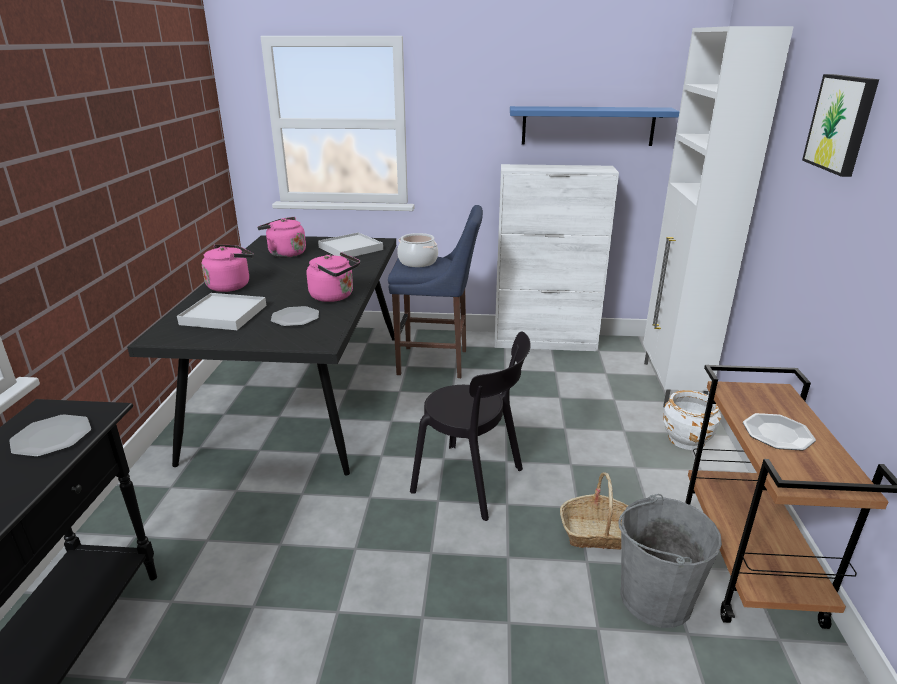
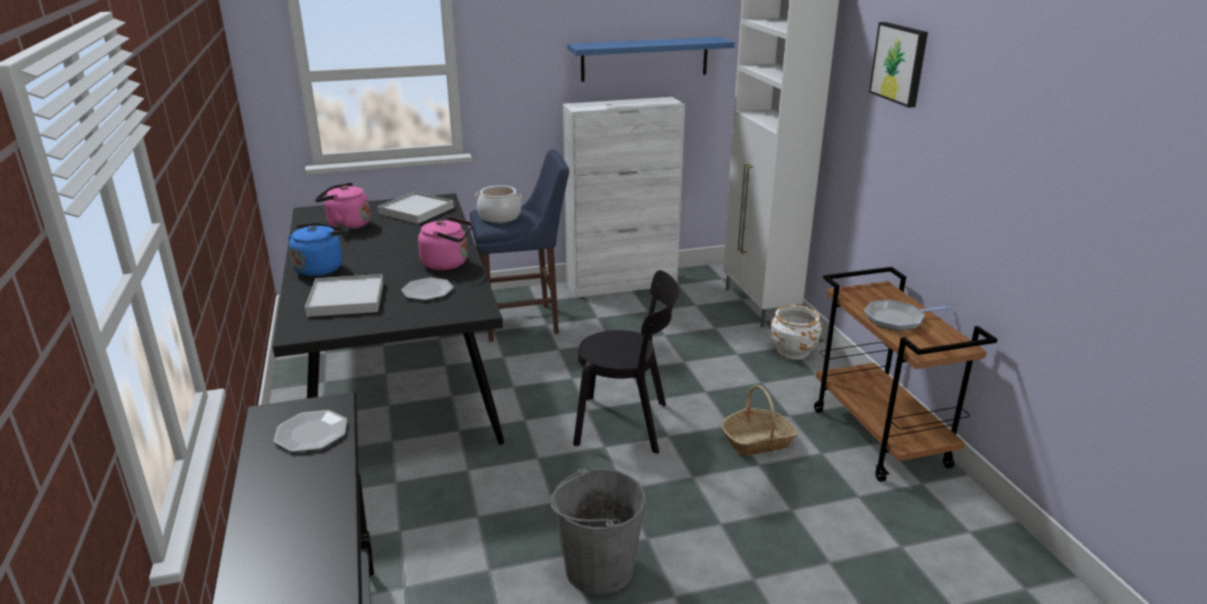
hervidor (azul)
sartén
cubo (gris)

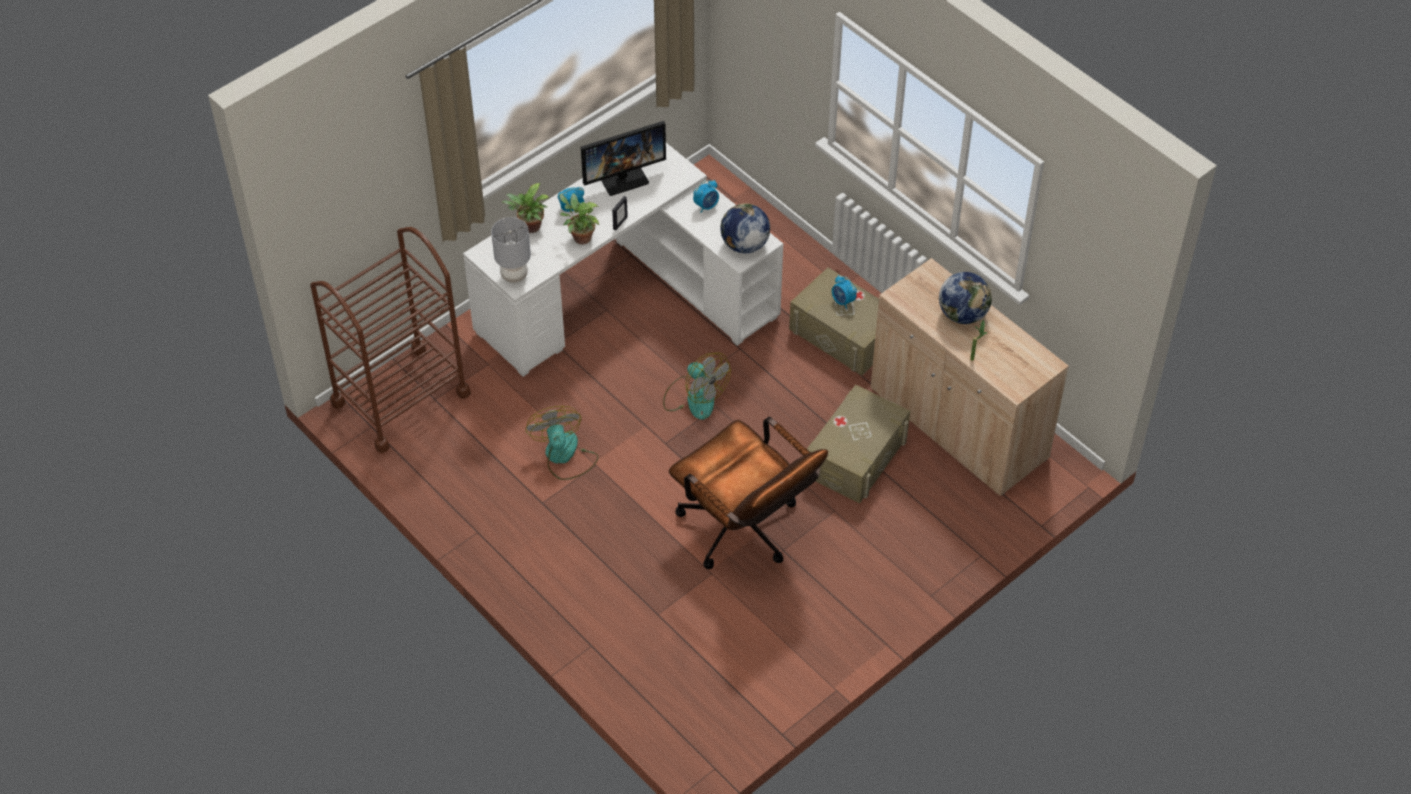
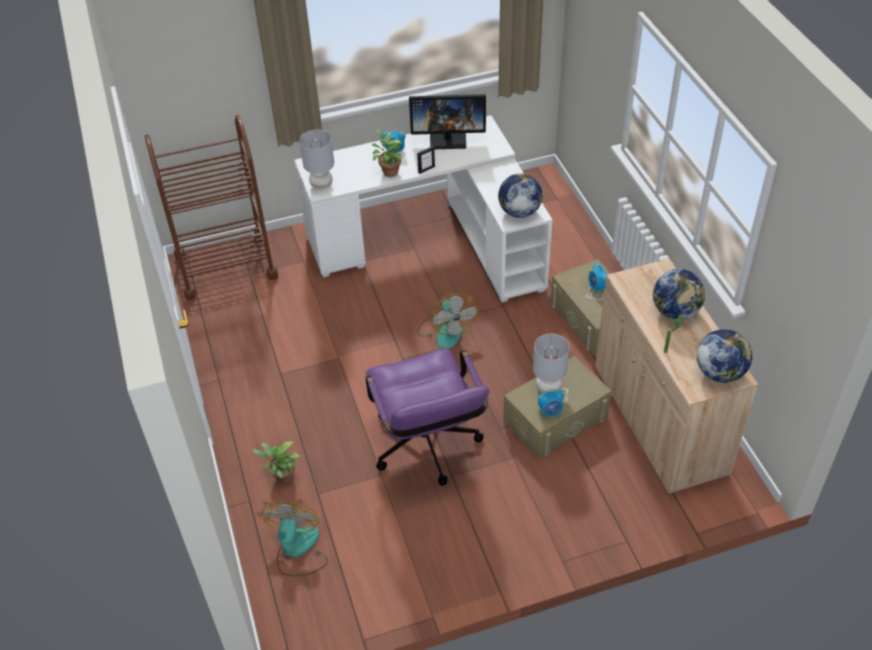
despertador (2nd from left)
planta en maceta (1st from left)
ventilador (1st from left)
silla de oficina (morado)
globo terráqueo (3rd from left)
lámpara de mesa (gris) (2nd from left)

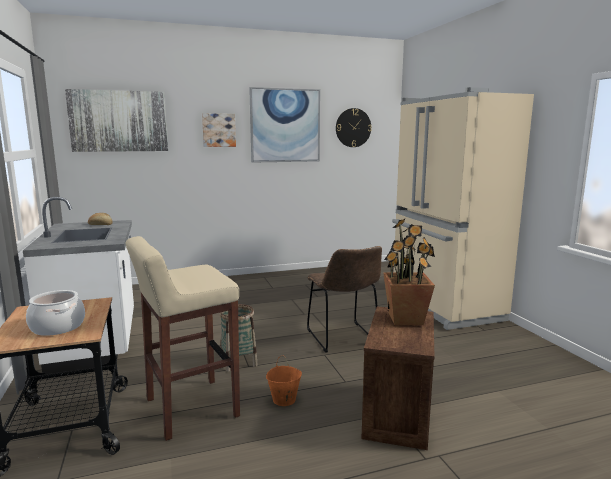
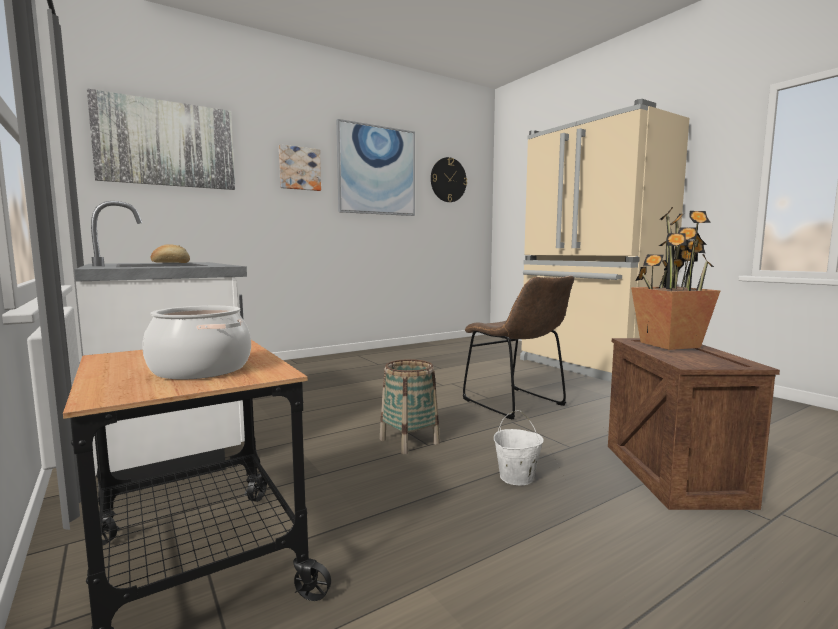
taburete (beis)
cubo (blanco)

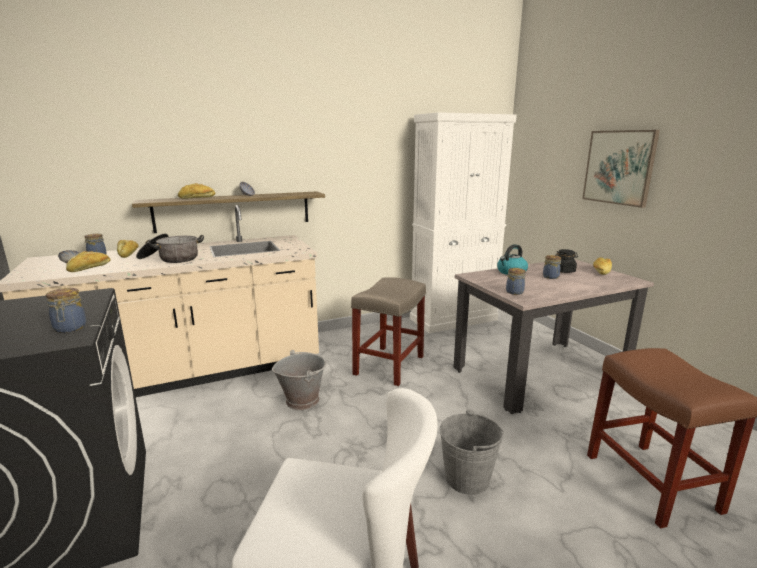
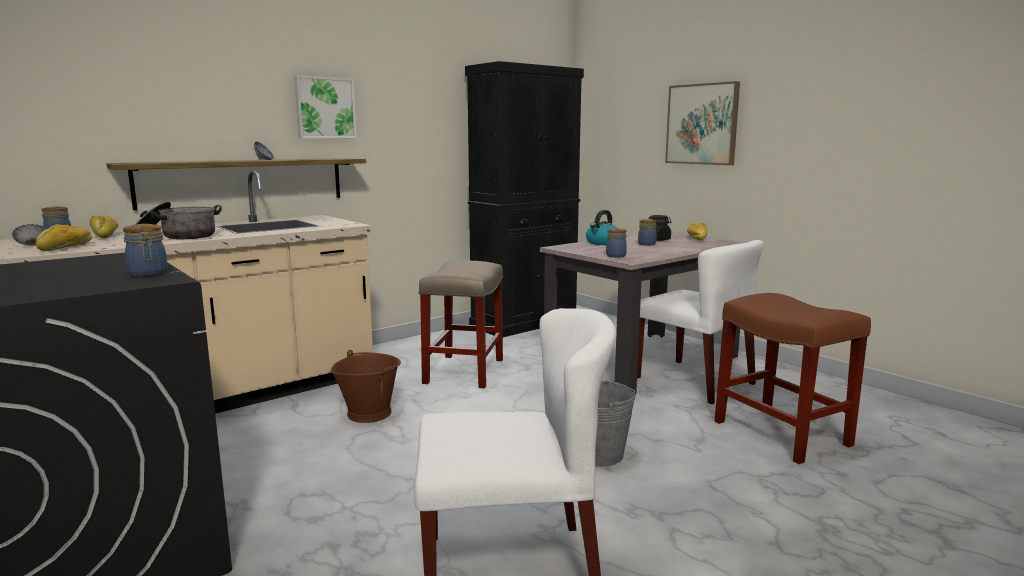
armario (negro)
pan (3rd from left in the first image)
cubo (marrón)
cuadro (1st from left)
silla (blanco) (2nd from left)

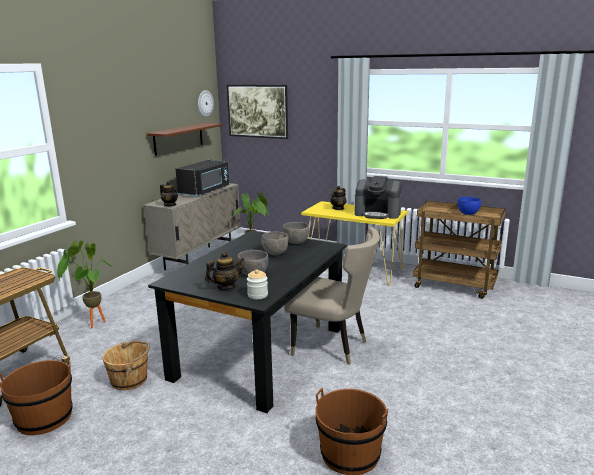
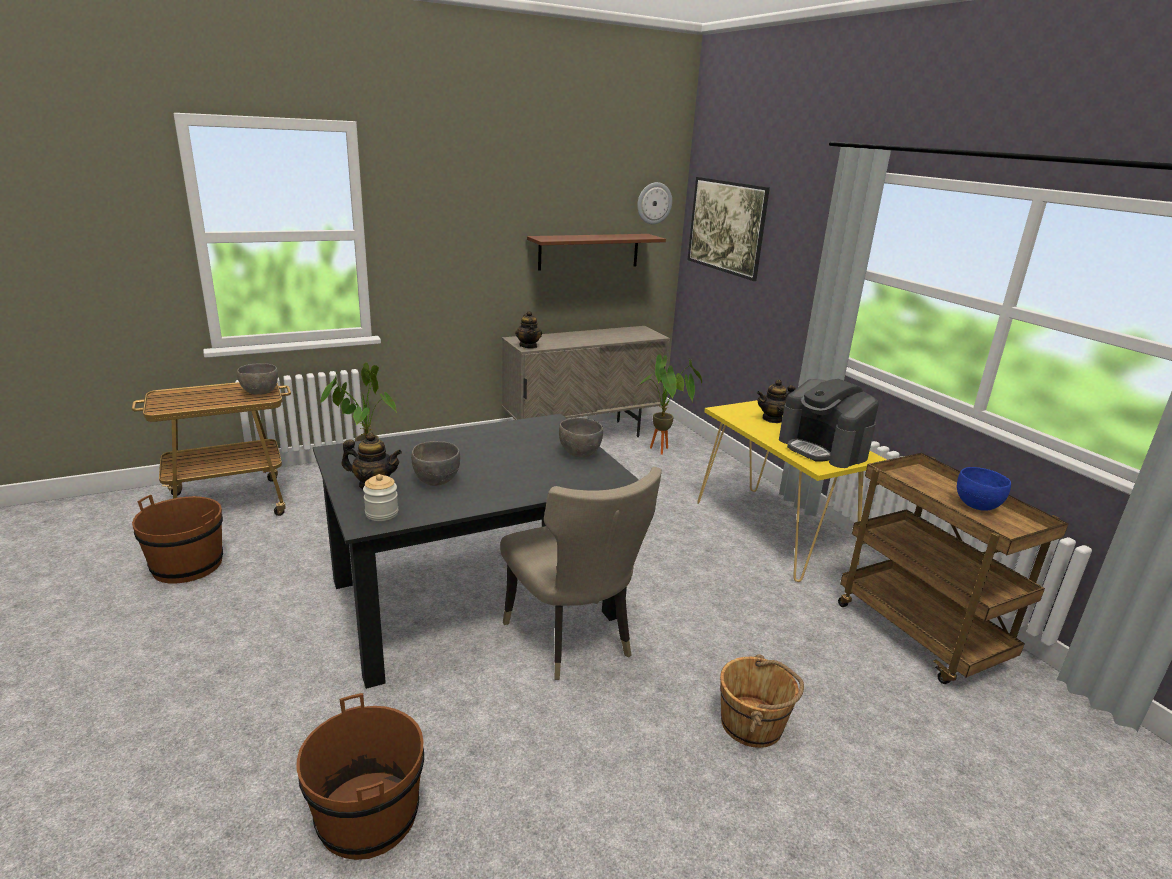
microondas (negro)
cuenco (gris) (1st from left)
cubo (marrón) (3rd from left)

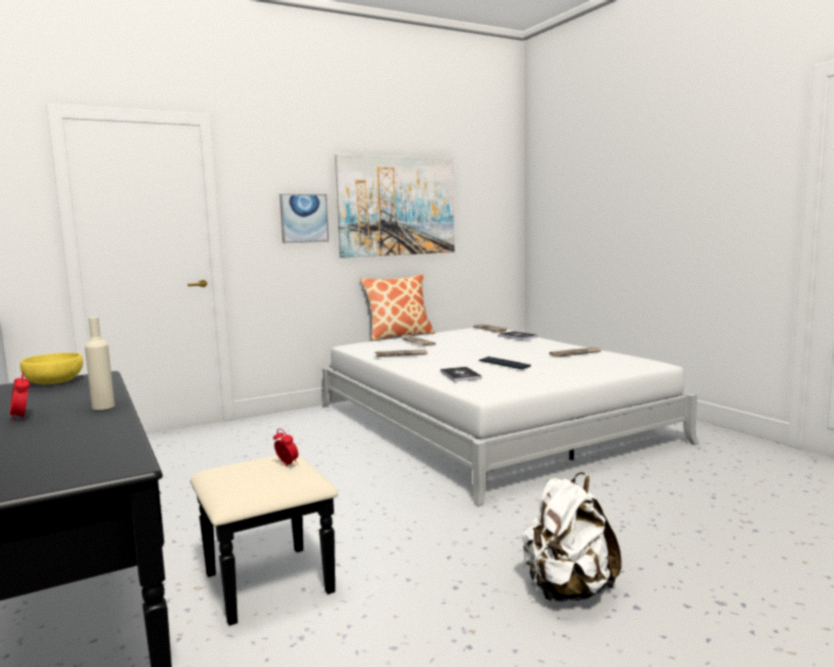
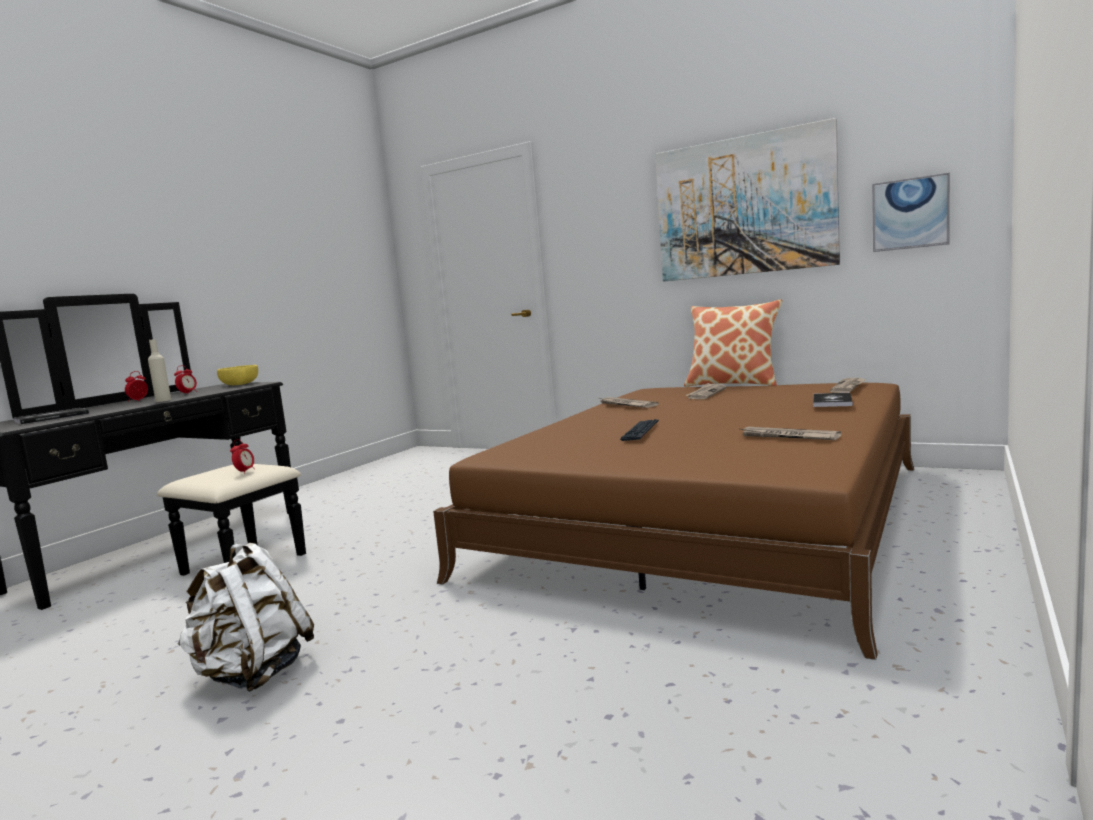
cuadro (2nd from left)
cama (marrón)
libro (1st from left)
despertador (2nd from left)

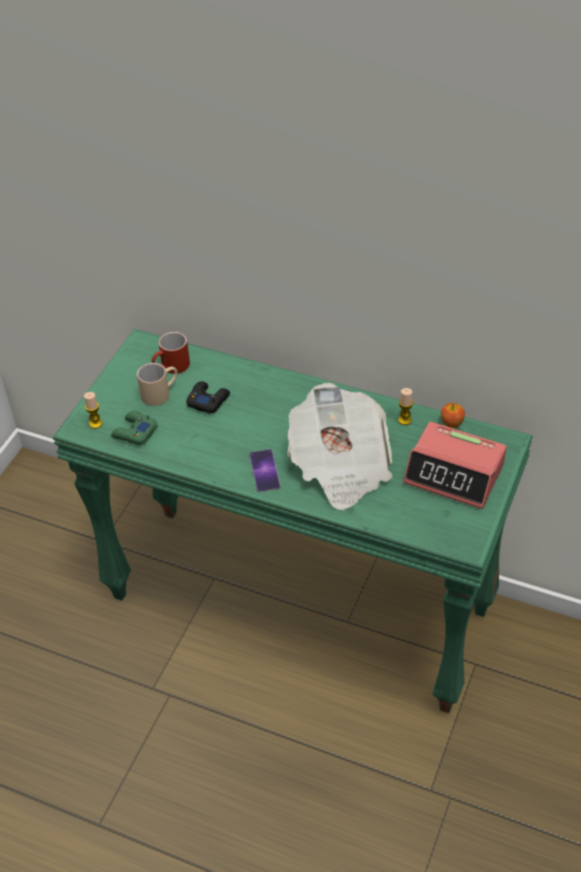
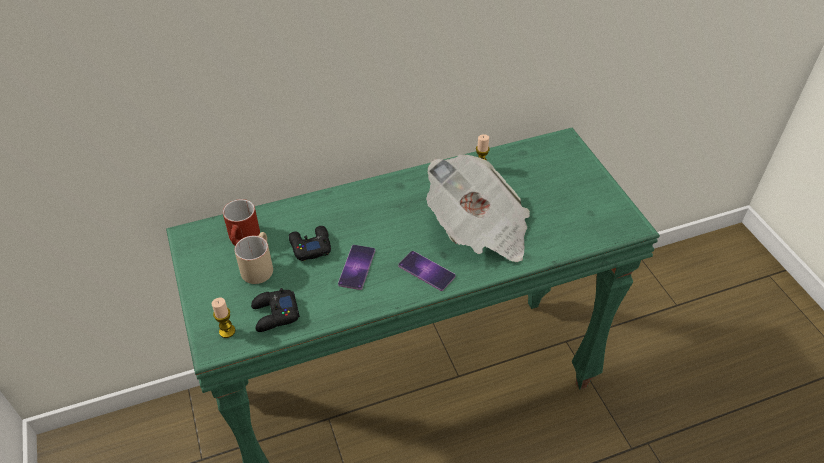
manzana
mando de consola (negro) (1st from left)
despertador
móvil (1st from left)

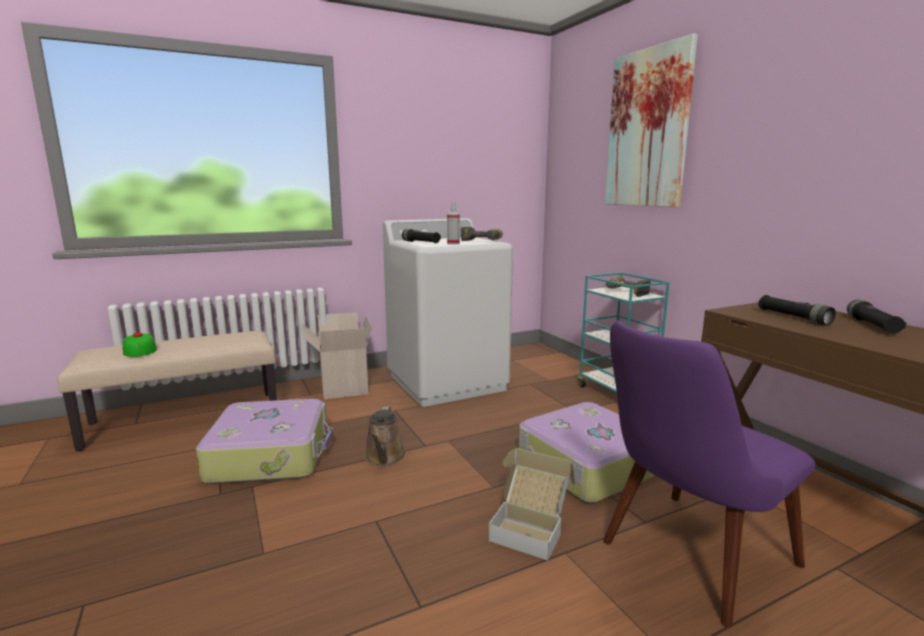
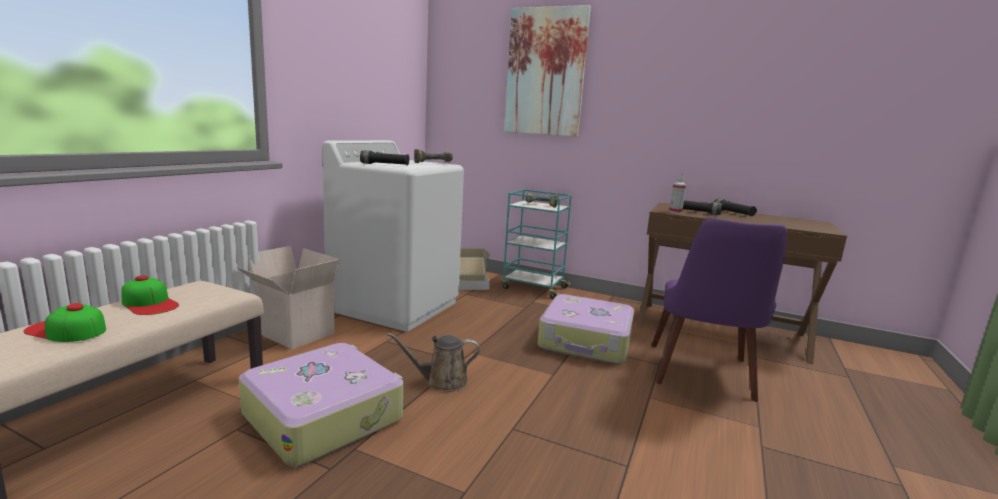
pulverizador
regadera (marrón)
caja de cartón (2nd from left)
gorra (2nd from left)

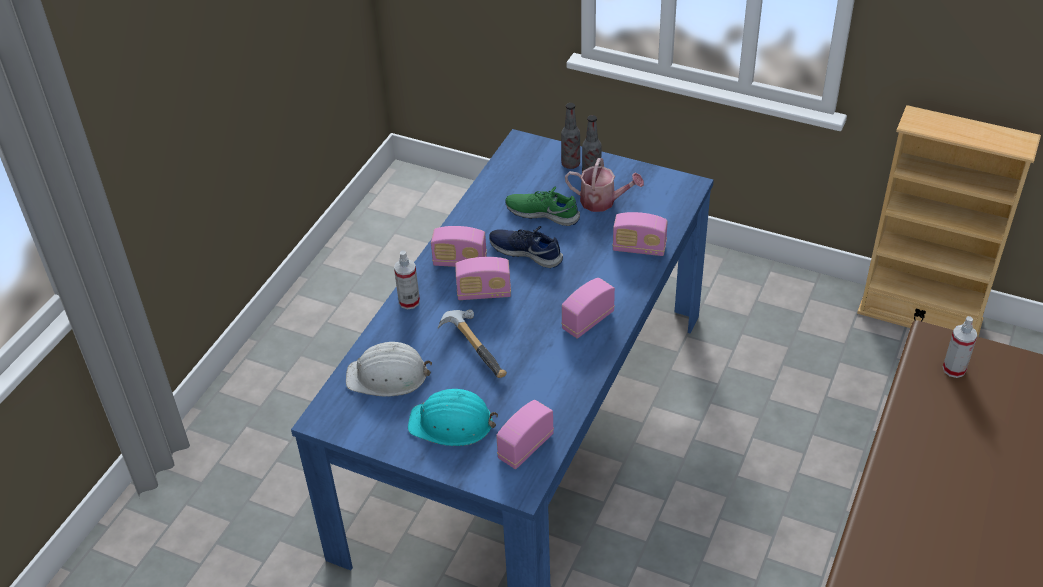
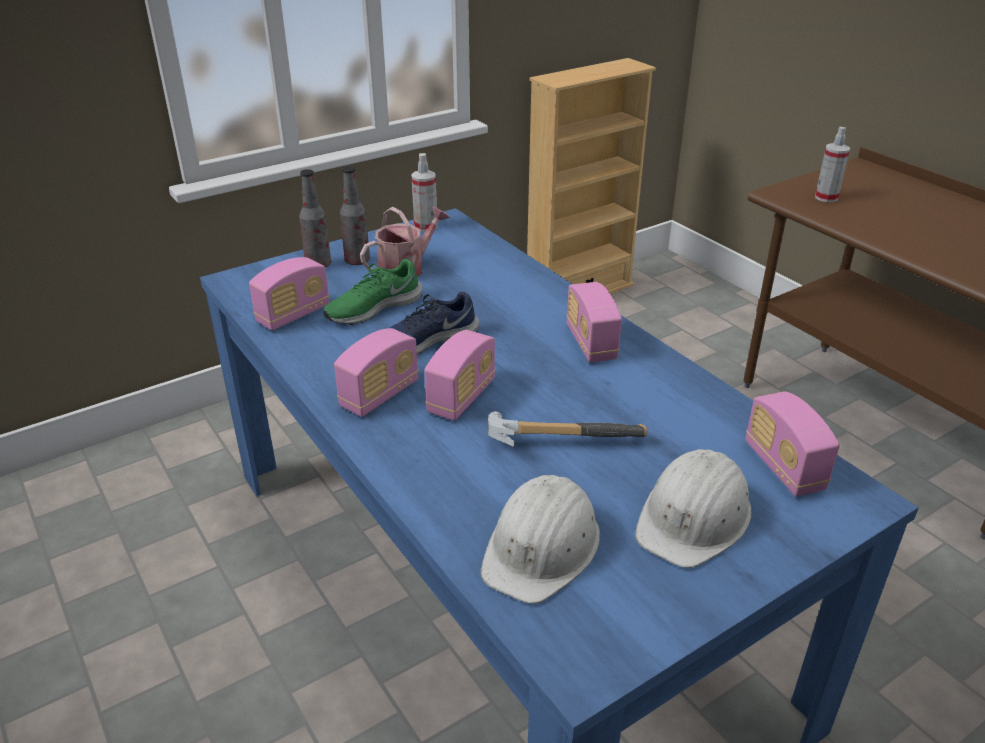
radio (1st from left)
pulverizador (1st from left)
casco (blanco) (2nd from left)

